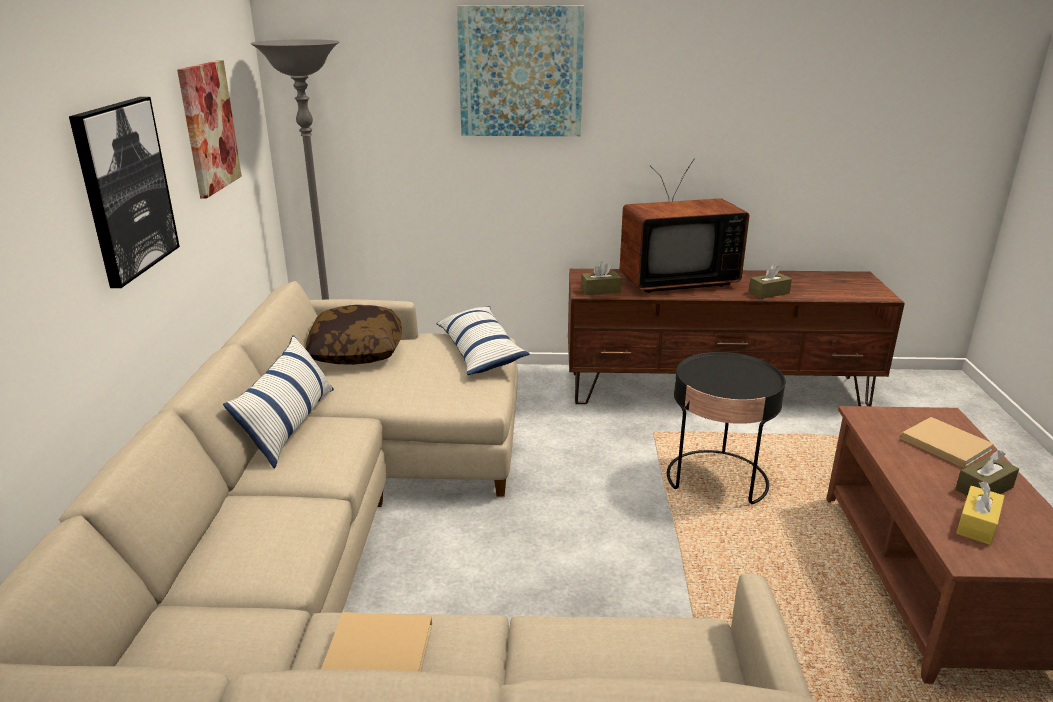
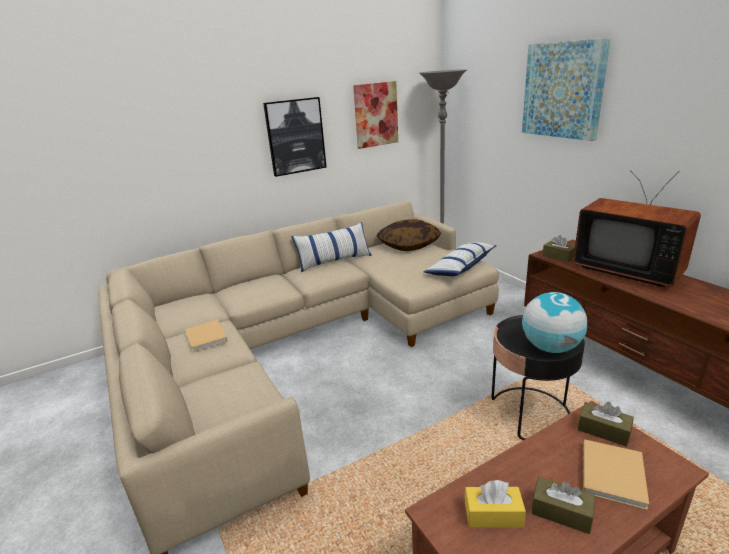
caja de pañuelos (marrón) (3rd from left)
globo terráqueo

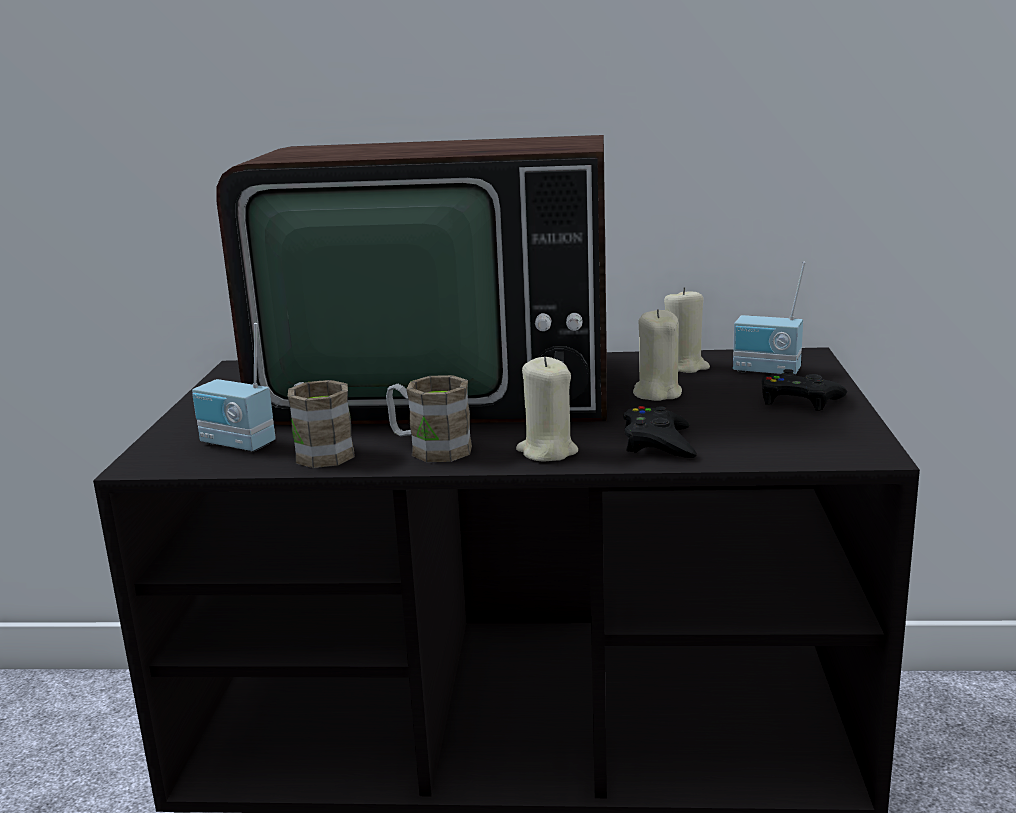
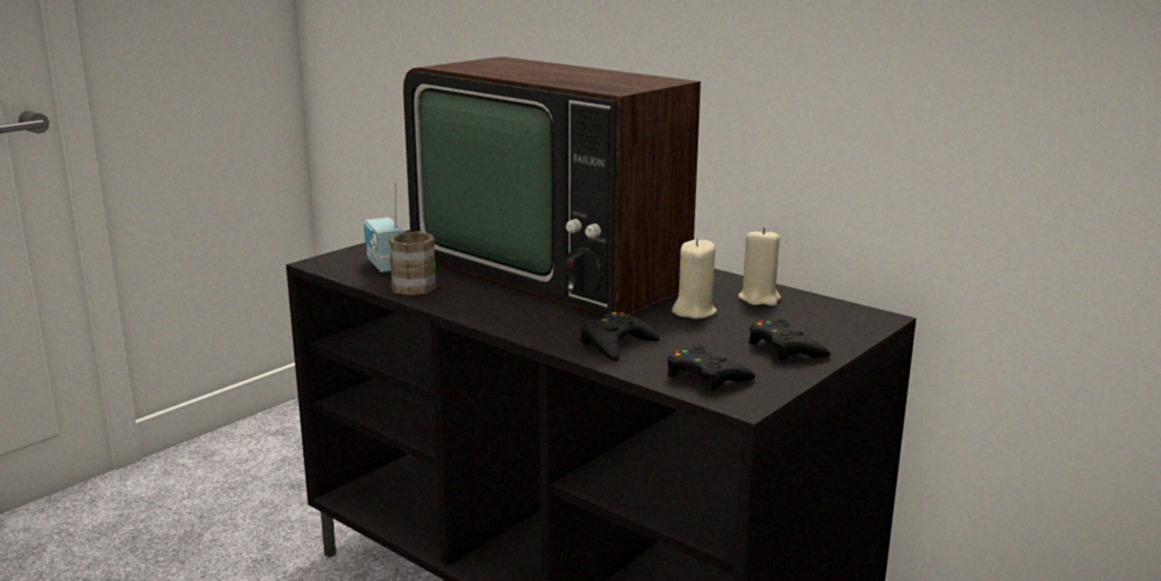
radio (2nd from left in the first image)
vela (beis) (1st from left in the first image)
taza grande (marrón) (2nd from left in the first image)
mando de consola (negro) (2nd from left)

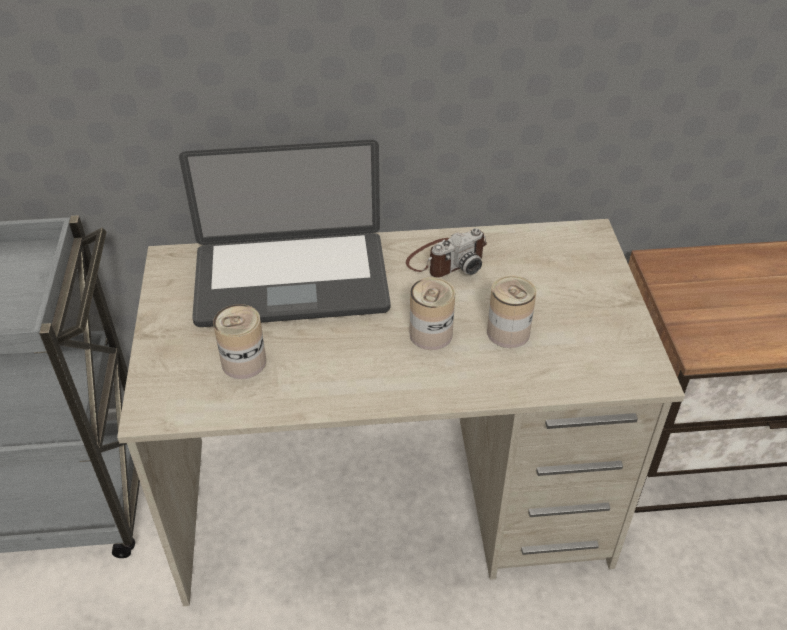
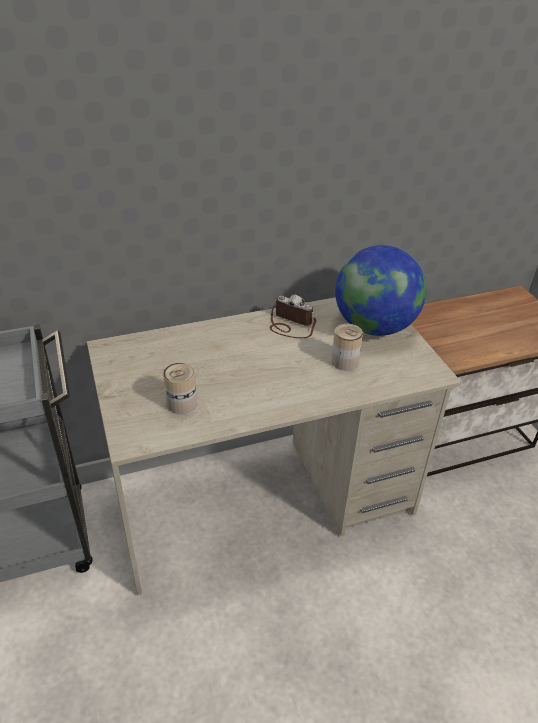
portátil
cámara
lata (2nd from left in the first image)
globo terráqueo

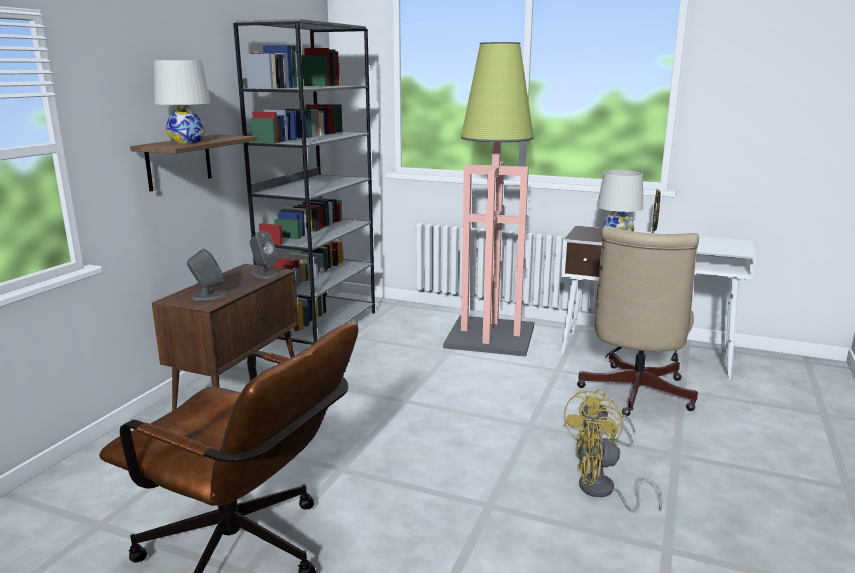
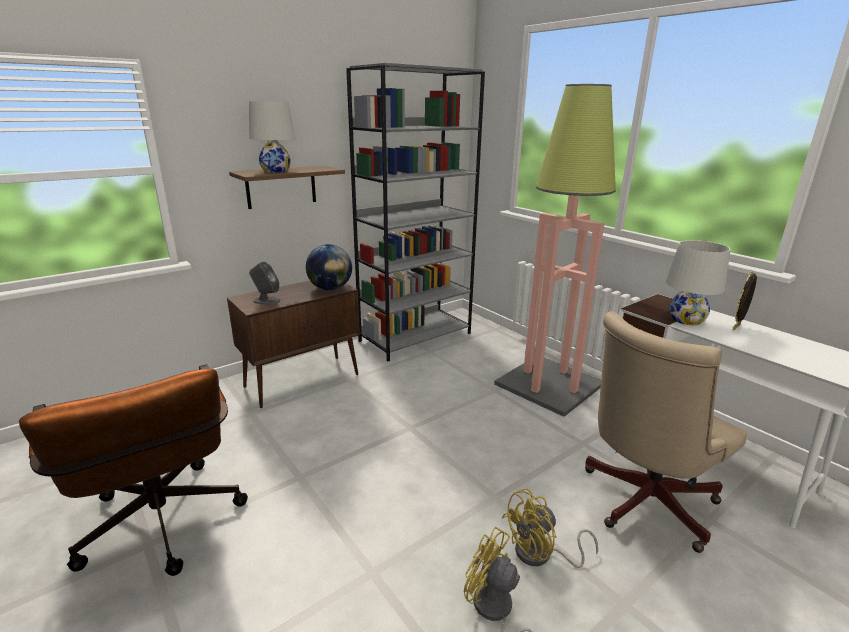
globo terráqueo

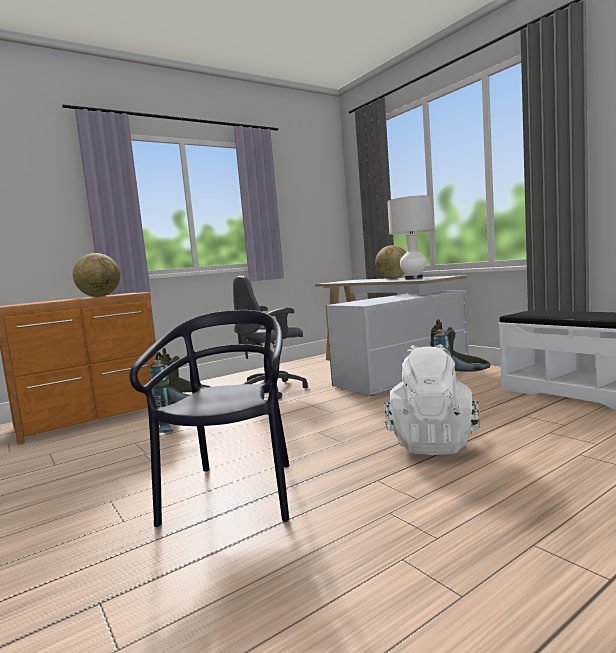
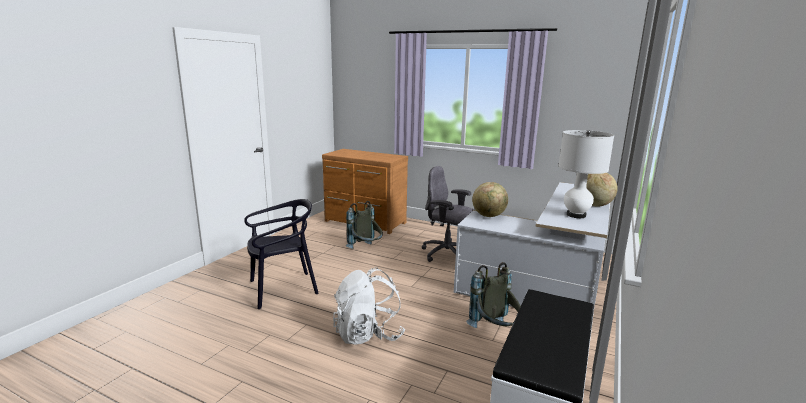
globo terráqueo (1st from left)

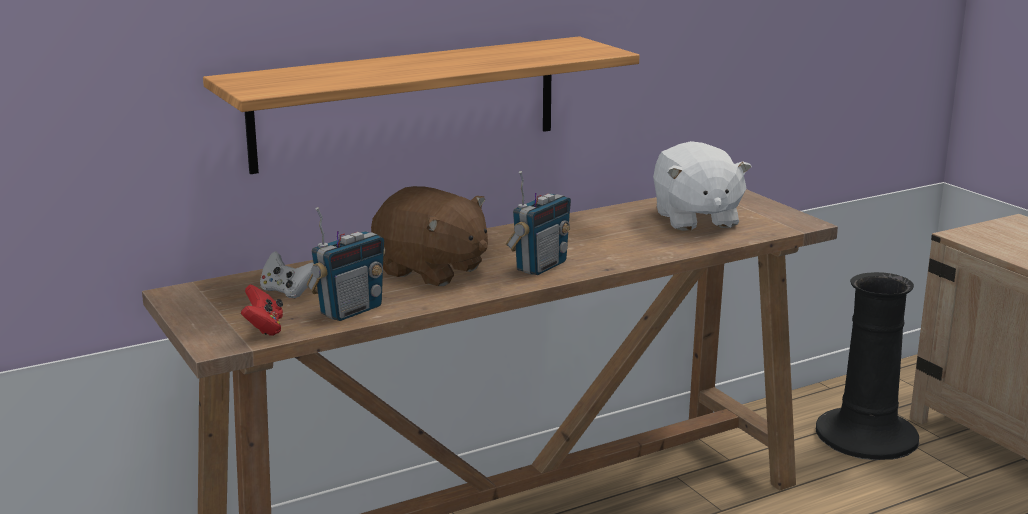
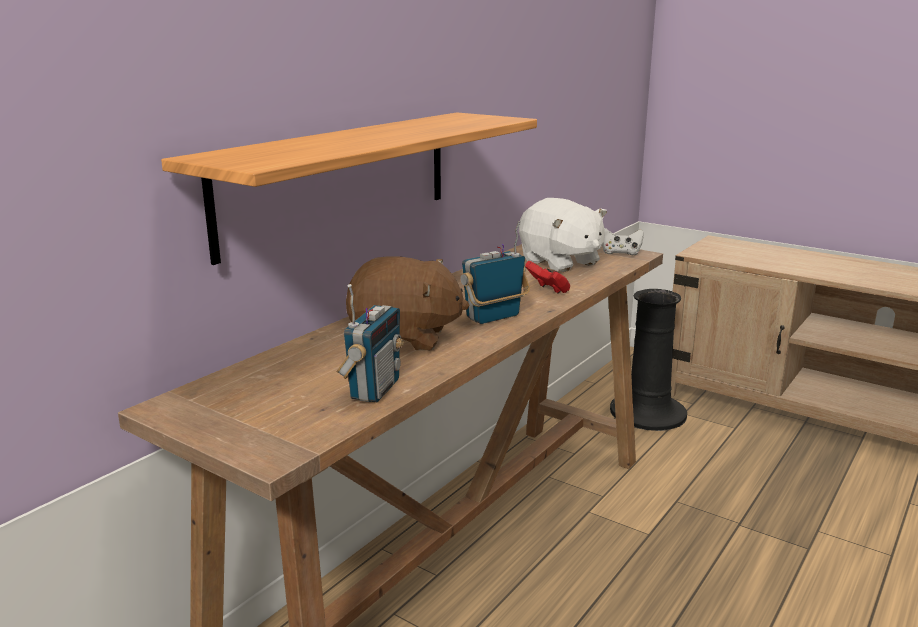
radio (2nd from left)
mando de consola (blanco)
mando de consola (rojo)

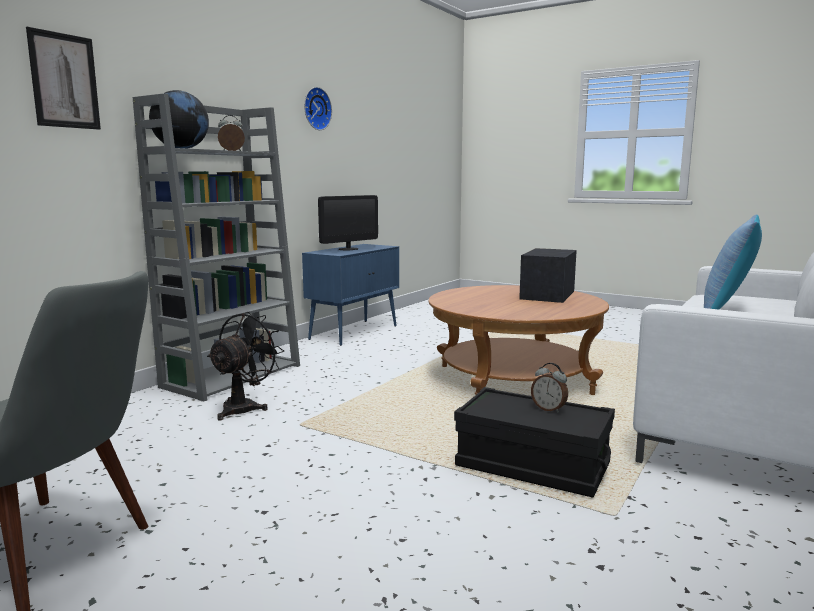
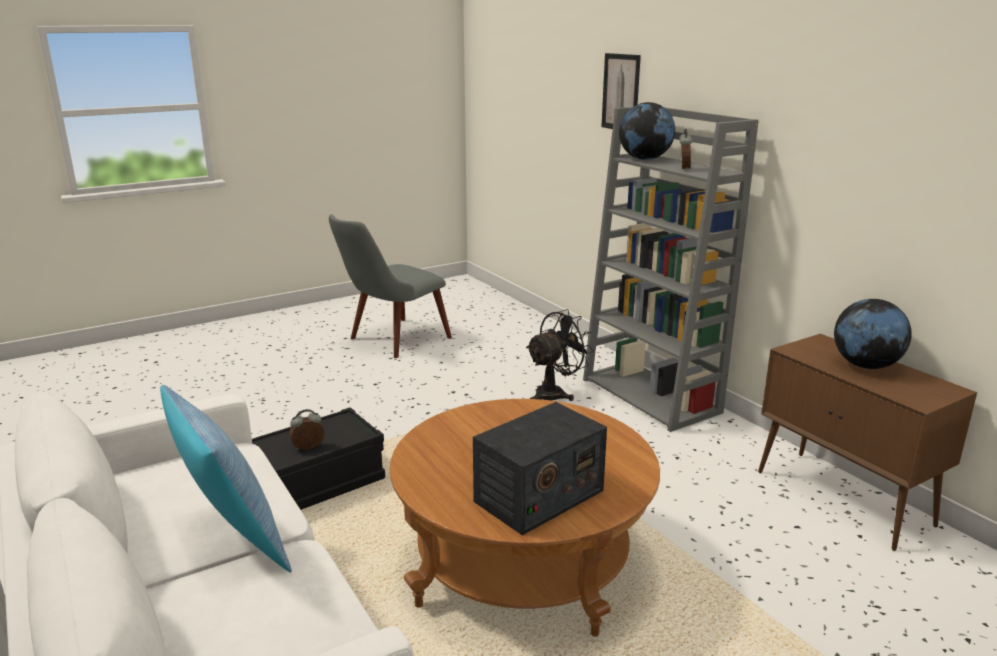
reloj de pared
globo terráqueo (2nd from left)
armario (marrón)
radio
ventilador (negro)

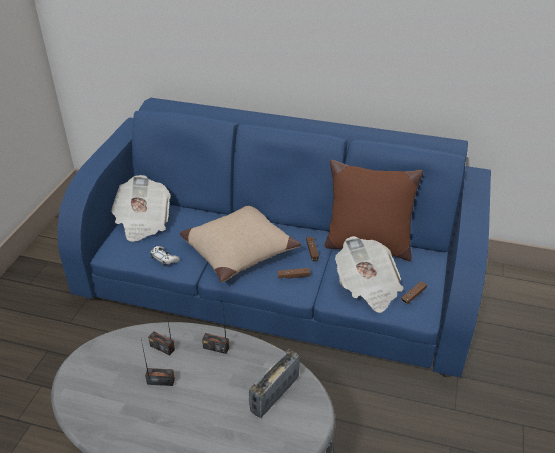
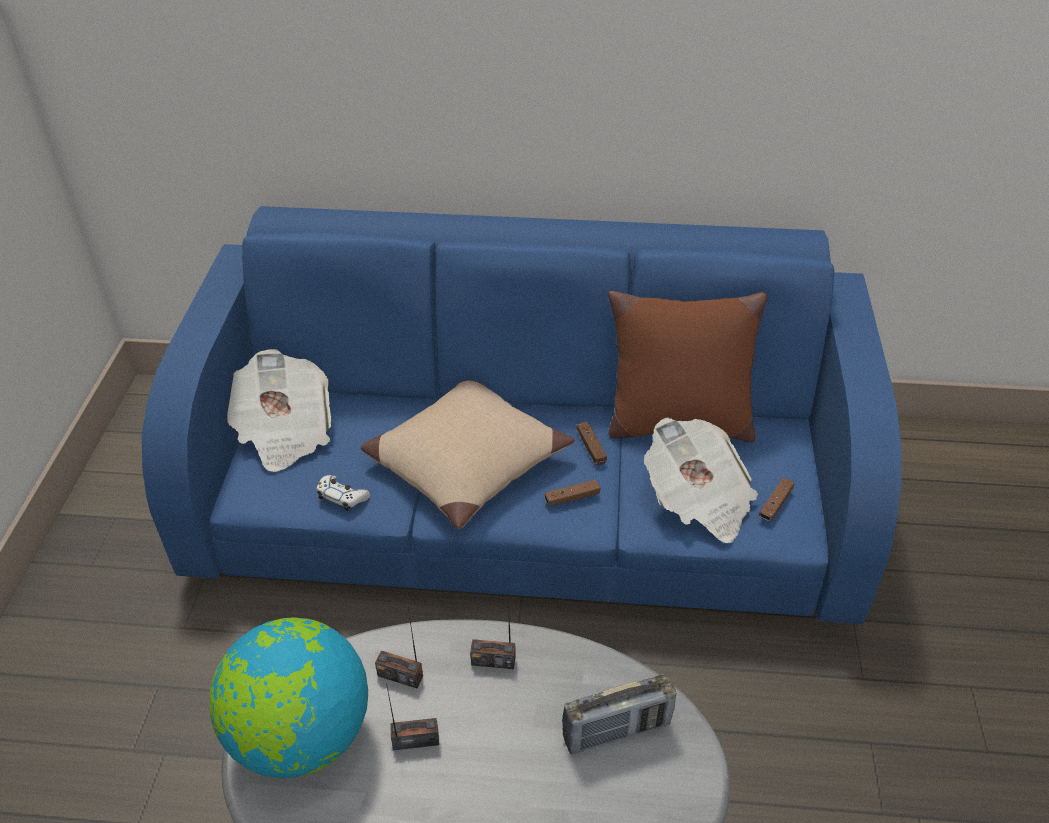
radio (4th from left)
globo terráqueo

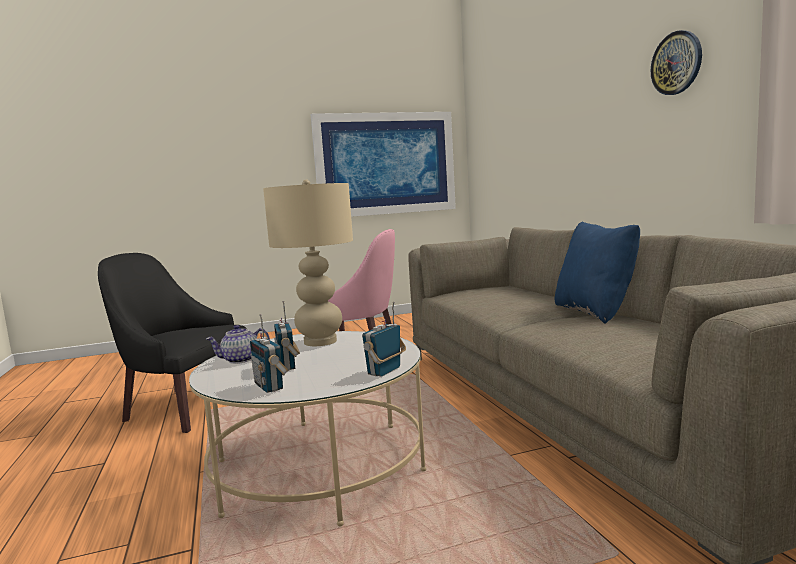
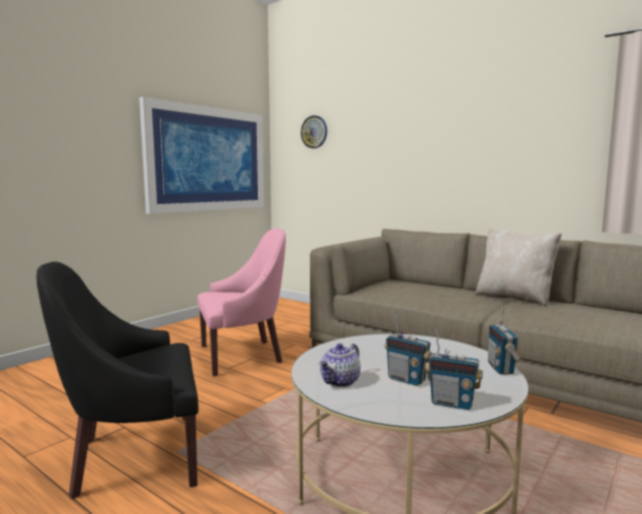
reloj de pared
lámpara de mesa (beis)
cojín (beis)

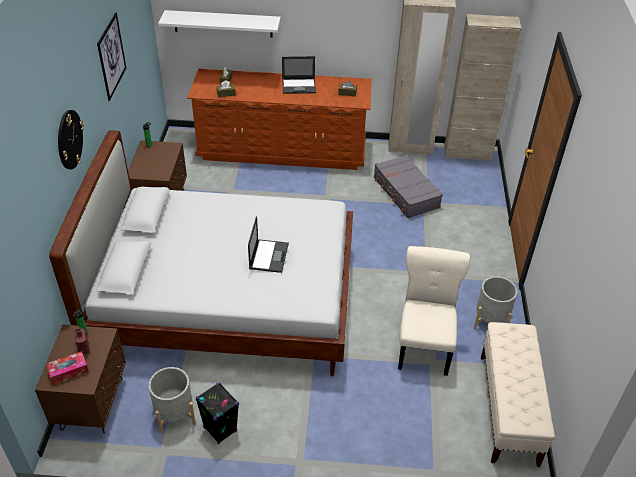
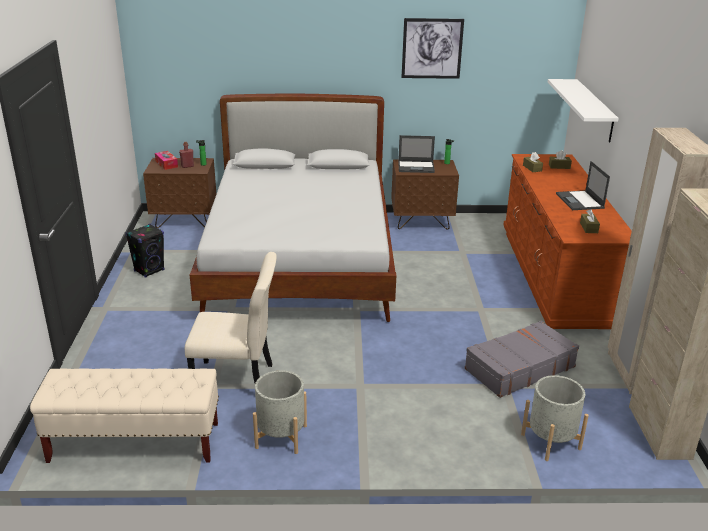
reloj de pared
portátil (1st from left)
maceta (gris) (2nd from left)

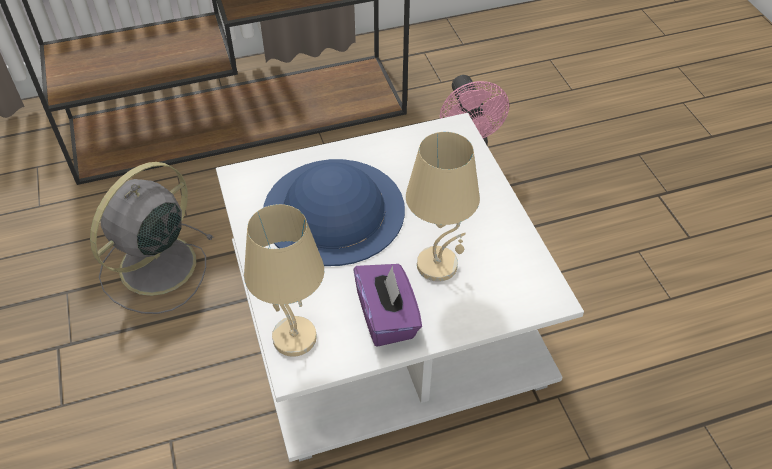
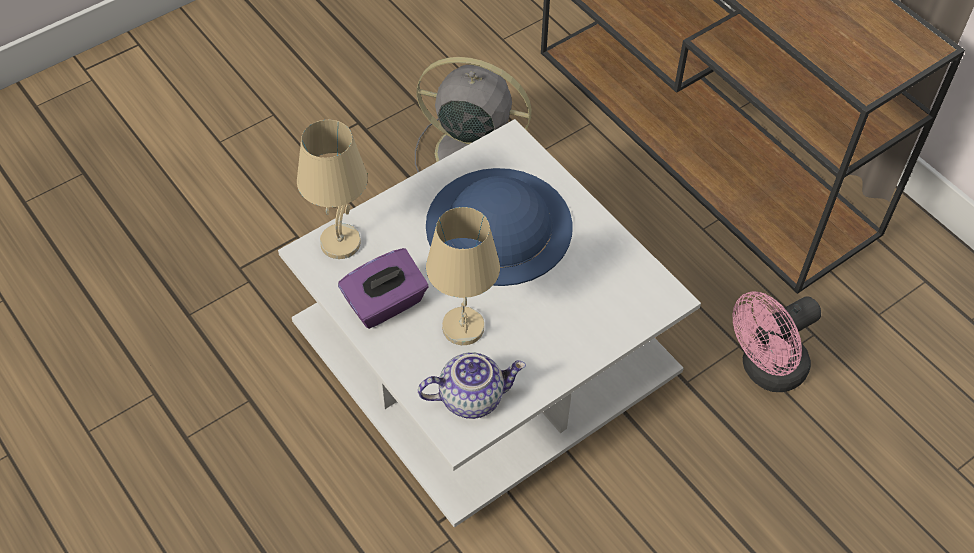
tetera

